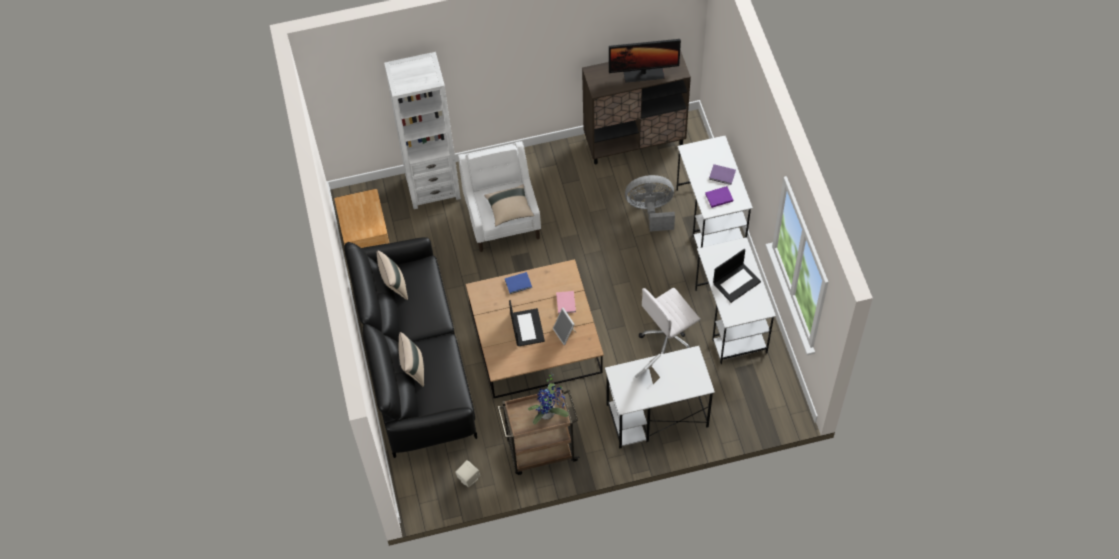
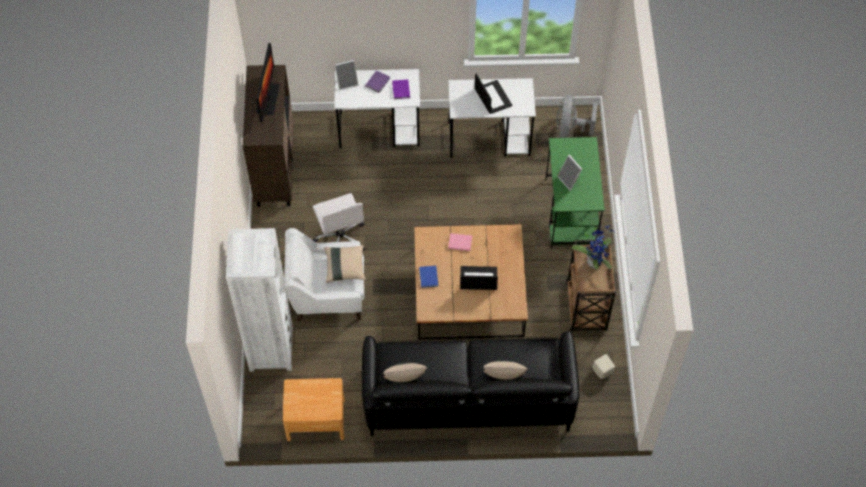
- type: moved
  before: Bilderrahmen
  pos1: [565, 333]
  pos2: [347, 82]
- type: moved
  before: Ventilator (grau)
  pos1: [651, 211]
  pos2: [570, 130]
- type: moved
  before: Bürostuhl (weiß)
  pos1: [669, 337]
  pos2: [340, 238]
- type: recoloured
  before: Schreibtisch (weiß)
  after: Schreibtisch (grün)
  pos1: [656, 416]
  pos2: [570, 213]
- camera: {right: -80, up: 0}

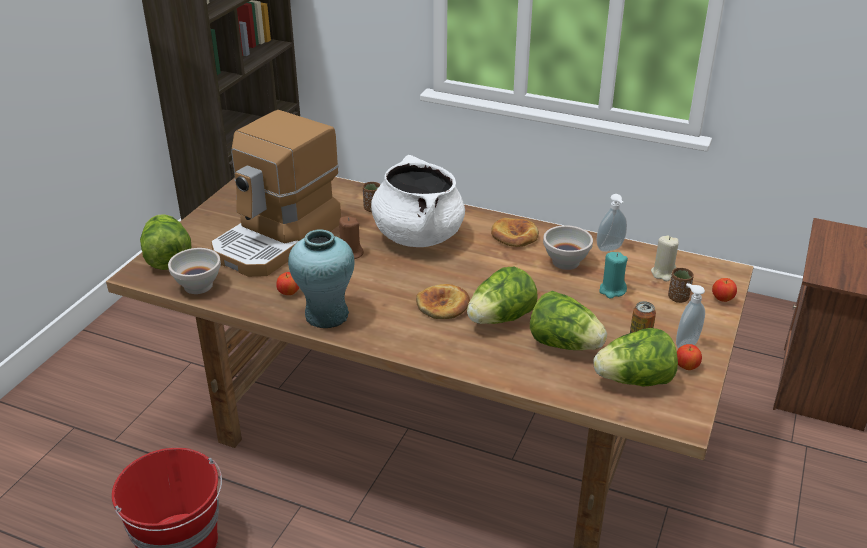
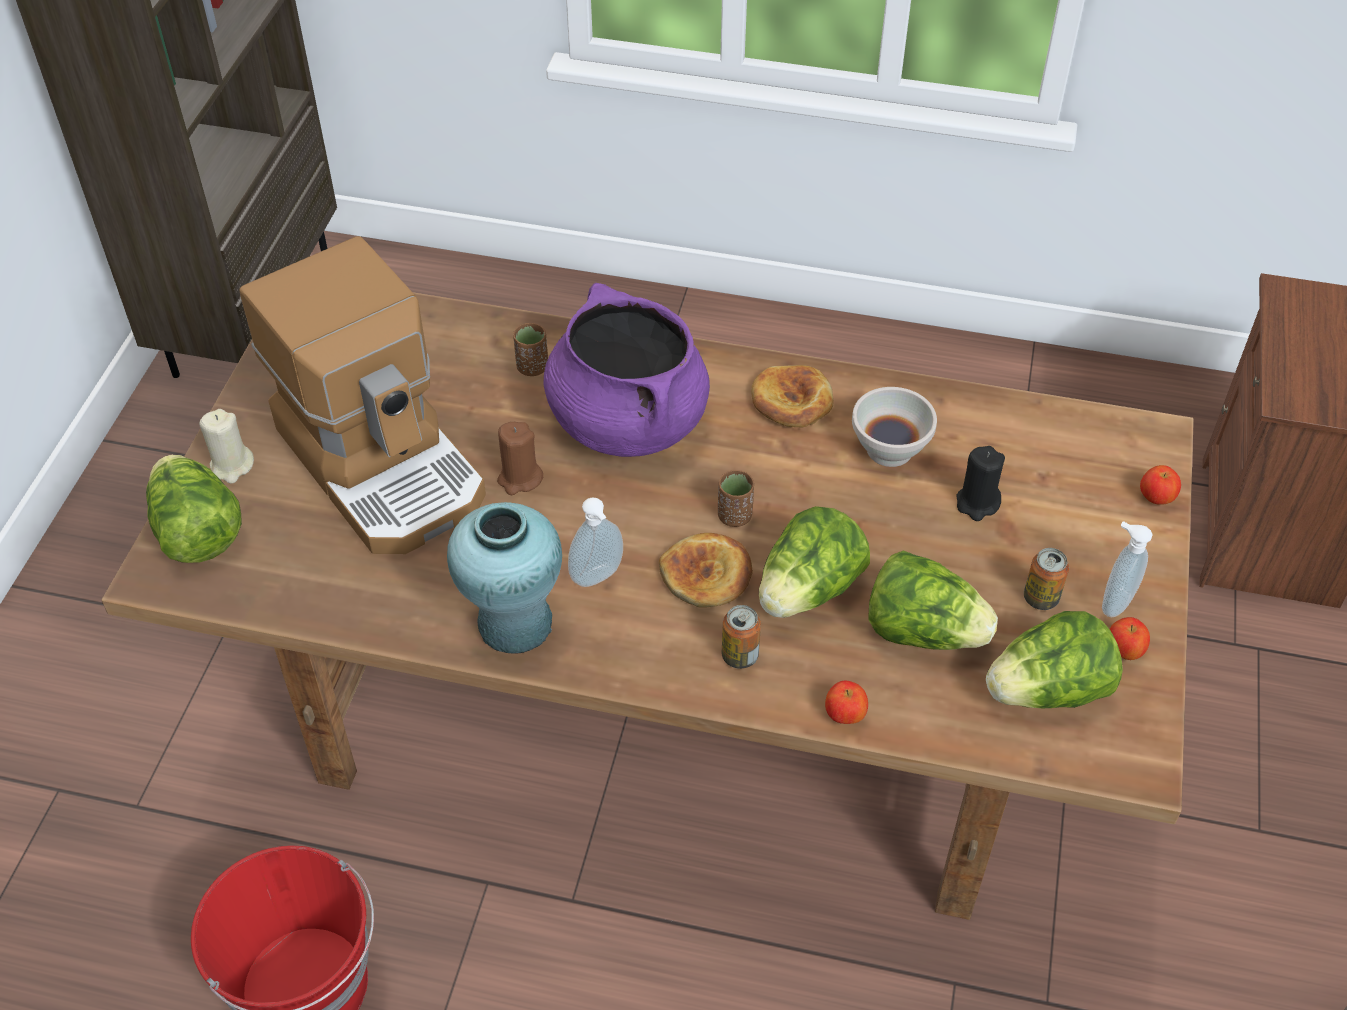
- type: removed
  before: Schüssel (weiß)
  pos1: [198, 285]
- type: added
  after: Dose
  pos2: [740, 655]
- type: moved
  before: Apfel
  pos1: [289, 293]
  pos2: [845, 715]
- type: moved
  before: Seifenspender
  pos1: [610, 249]
  pos2: [598, 578]
- type: moved
  before: Kerze (beige)
  pos1: [663, 273]
  pos2: [231, 466]
- type: moved
  before: Tasse (braun)
  pos1: [678, 298]
  pos2: [734, 516]
- type: recoloured
  before: Kochtopf (weiß)
  after: Kochtopf (lila)
  pos1: [418, 235]
  pos2: [627, 421]
- type: recoloured
  before: Kerze (türkis)
  after: Kerze (schwarz)
  pos1: [612, 290]
  pos2: [977, 503]
- type: turned
  before: Kaffeemaschine
  pos1: [278, 240]
  pos2: [384, 463]
  turn: -60
- camera: {right: -10, up: 15}

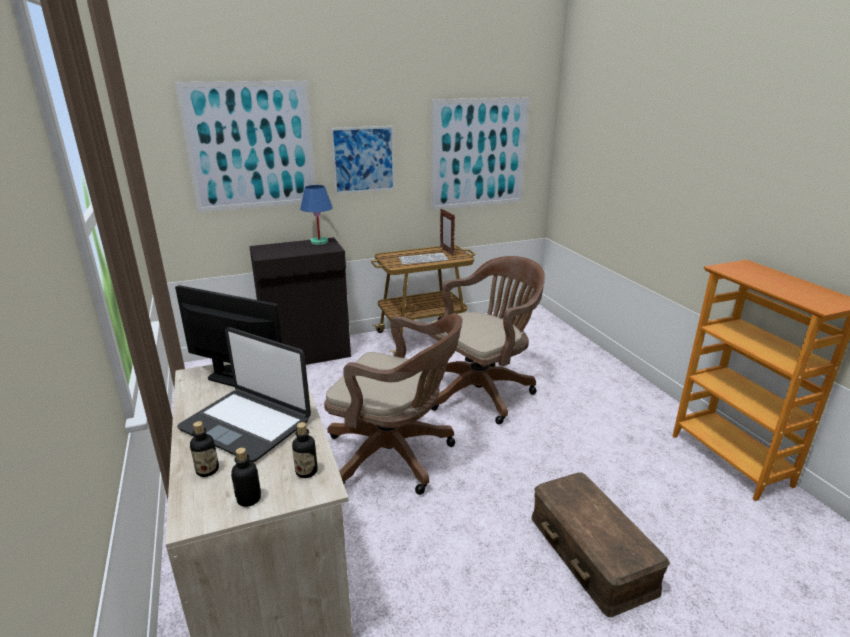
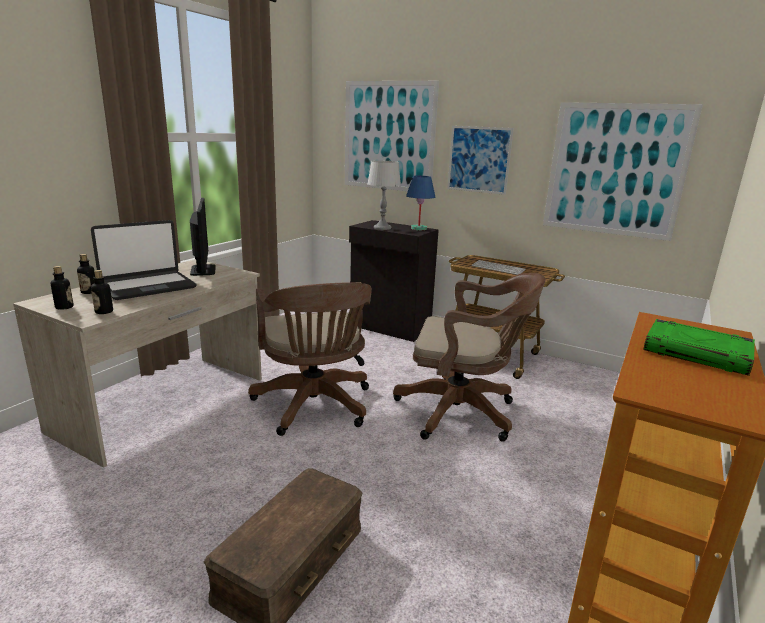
- type: removed
  before: Bilderrahmen
  pos1: [447, 251]
- type: added
  after: Tischlampe (grau)
  pos2: [382, 228]
- type: added
  after: Buch (grün)
  pos2: [697, 353]
- type: turned
  before: Laptop
  pos1: [247, 424]
  pos2: [148, 286]
  turn: -120
- camera: {right: 50, up: -5}

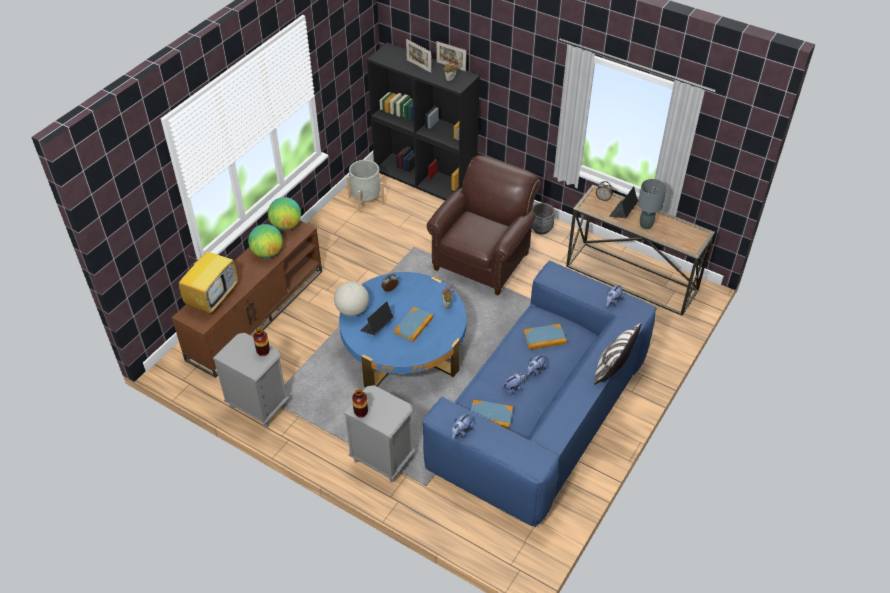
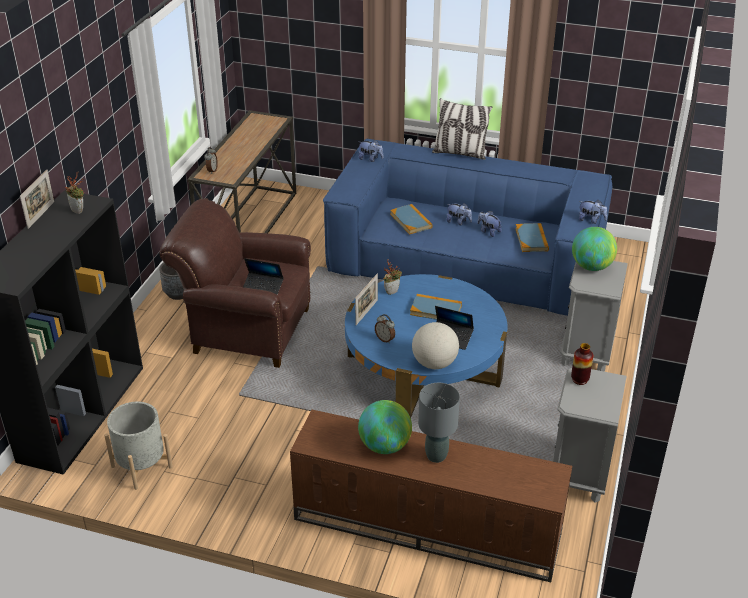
- type: removed
  before: Fernseher
  pos1: [212, 297]
- type: removed
  before: Vase
  pos1: [361, 412]
- type: moved
  before: Globus
  pos1: [286, 225]
  pos2: [591, 266]
- type: moved
  before: Bilderrahmen
  pos1: [418, 66]
  pos2: [366, 312]
- type: moved
  before: Laptop
  pos1: [623, 211]
  pos2: [262, 288]
- type: moved
  before: Tischlampe (grau)
  pos1: [646, 225]
  pos2: [436, 455]
- camera: {right: -105, up: -10}

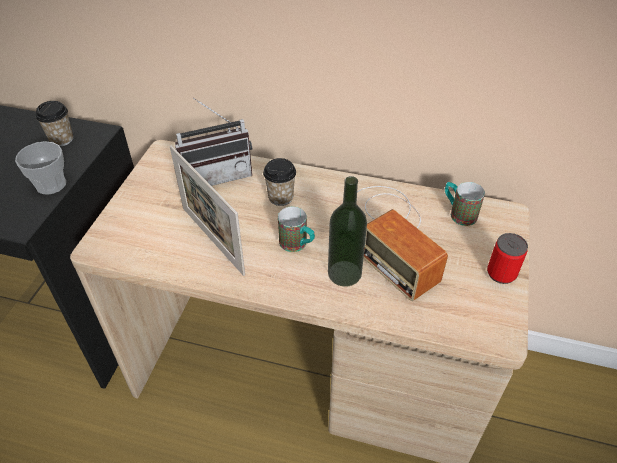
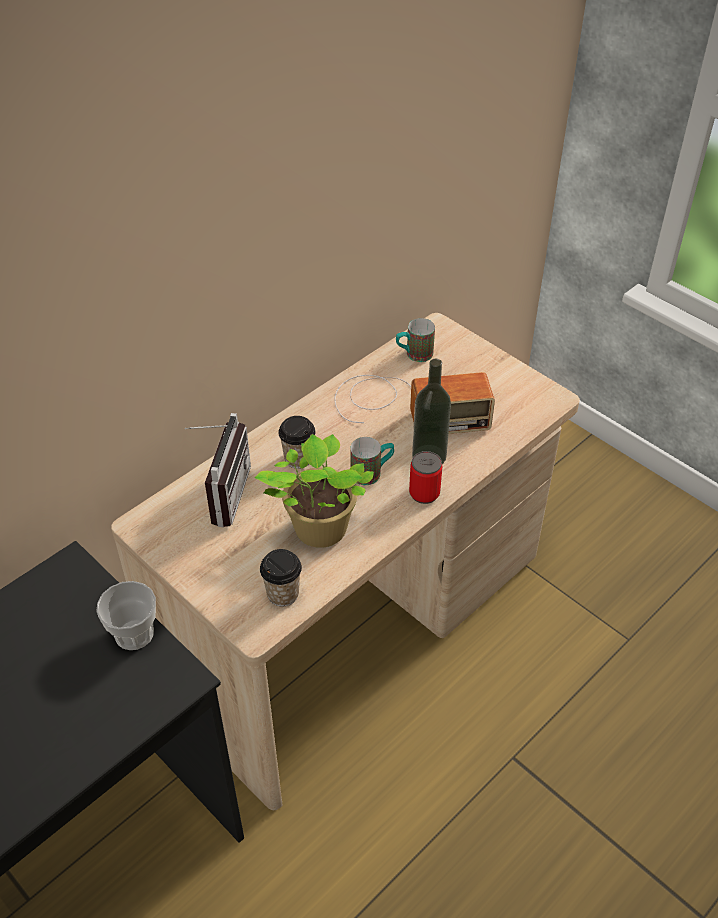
- type: moved
  before: Tasse
  pos1: [61, 139]
  pos2: [283, 594]
- type: moved
  before: Dose
  pos1: [501, 273]
  pos2: [424, 493]
- type: replaced
  before: Bilderrahmen
  after: Topfpflanze
  pos1: [212, 240]
  pos2: [318, 531]
- camera: {right: -60, up: 0}

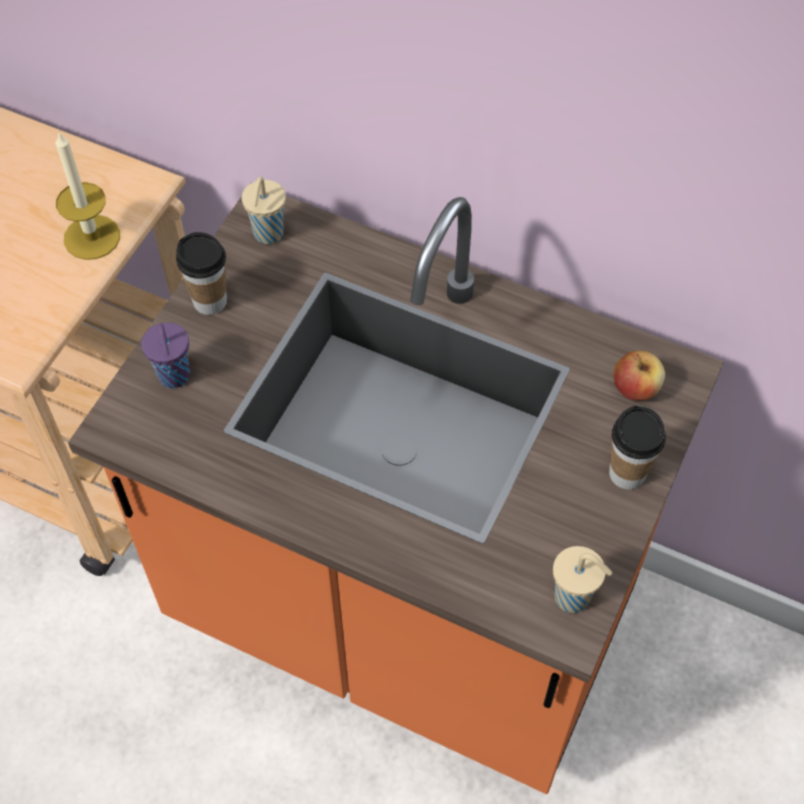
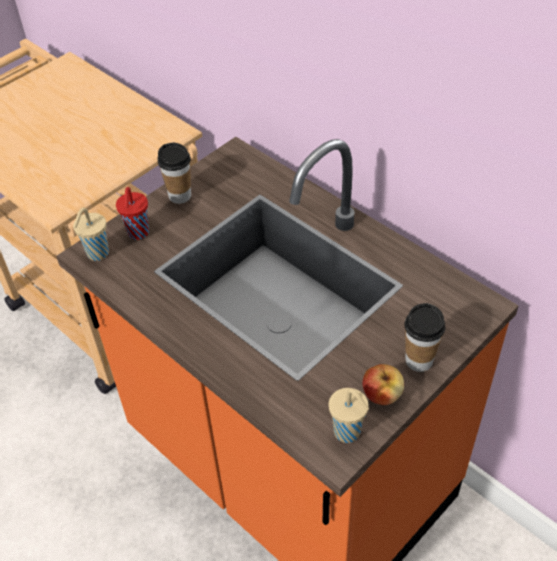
- type: removed
  before: Kerze
  pos1: [92, 237]
- type: moved
  before: Tasse (beige)
  pos1: [267, 235]
  pos2: [97, 254]
- type: moved
  before: Apfel
  pos1: [635, 388]
  pos2: [382, 395]
- type: recoloured
  before: Tasse (lila)
  after: Tasse (rot)
  pos1: [174, 377]
  pos2: [138, 233]
- camera: {right: 20, up: -10}

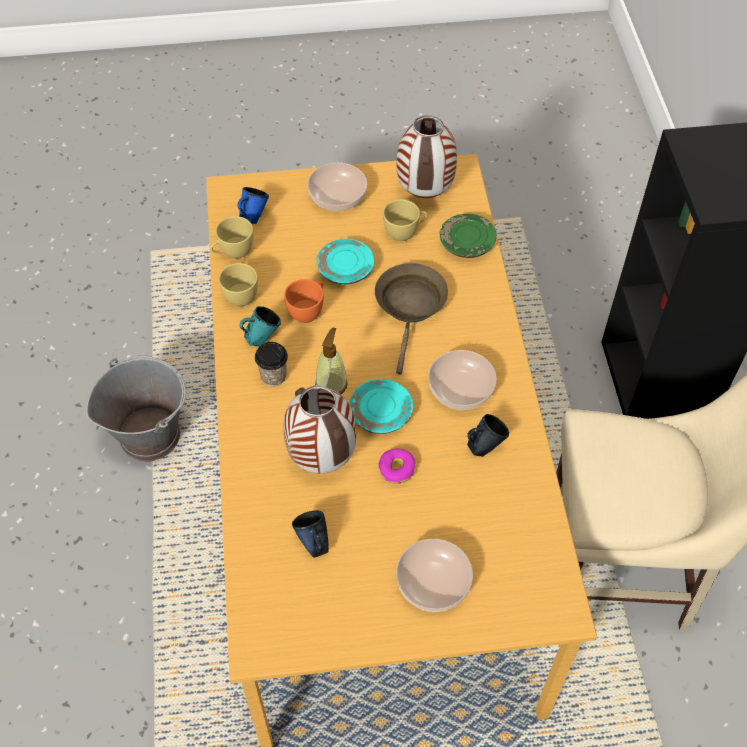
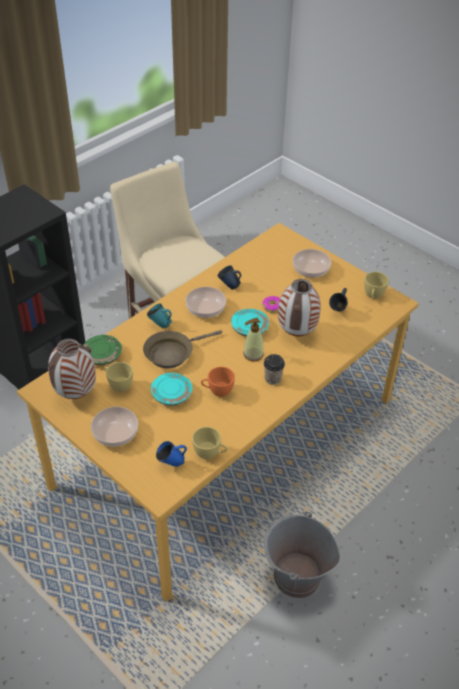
- type: moved
  before: Tasse (gelb)
  pos1: [239, 295]
  pos2: [373, 296]
- type: moved
  before: Henkelbecher (türkis)
  pos1: [262, 338]
  pos2: [160, 325]
- camera: {right: -130, up: -10}

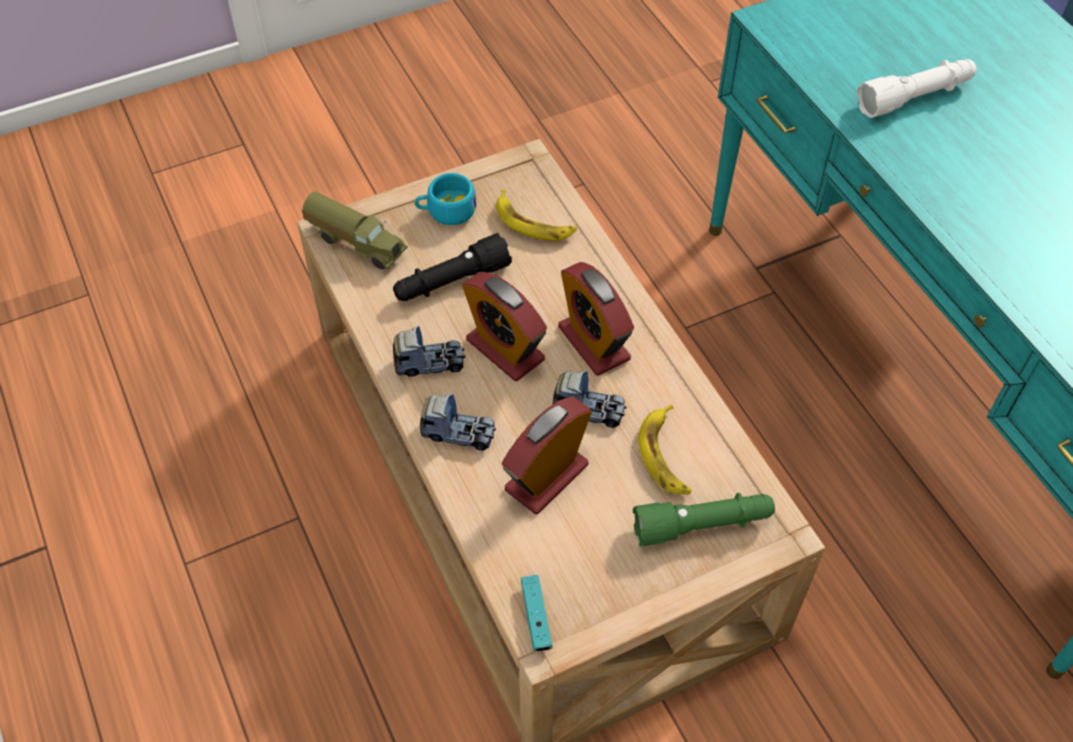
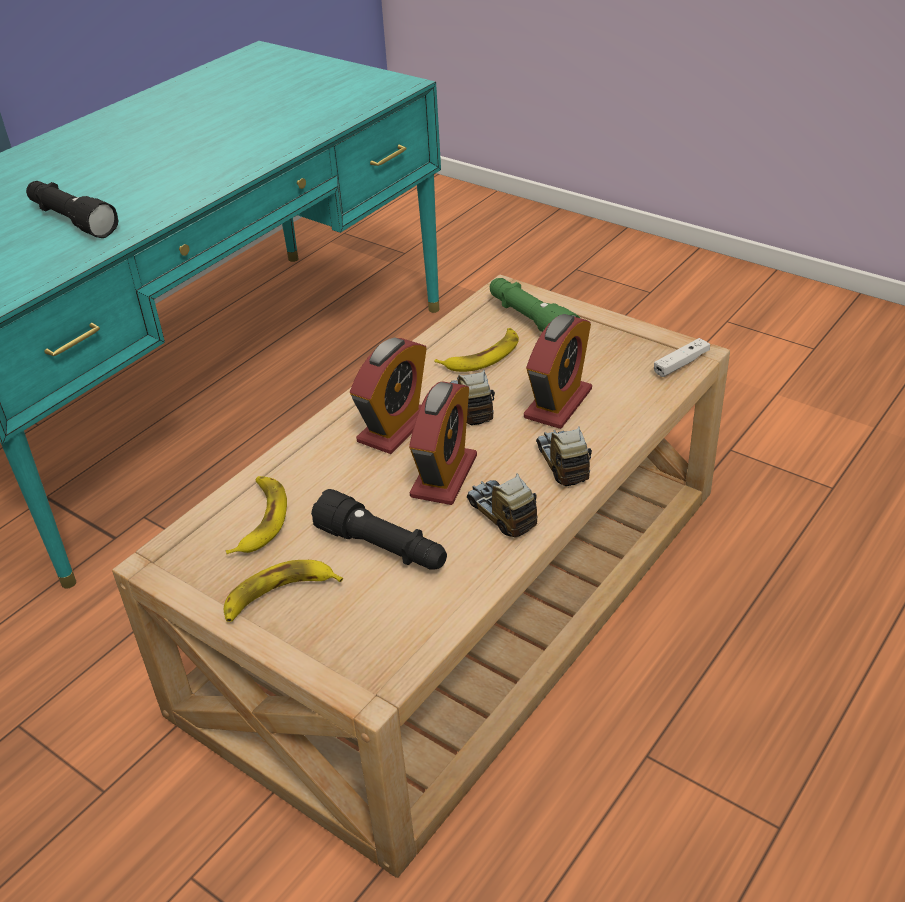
- type: removed
  before: Spielzeuglaster
  pos1: [357, 242]
- type: replaced
  before: Tasse (türkis)
  after: Banane
  pos1: [446, 211]
  pos2: [279, 595]
- type: recoloured
  before: Gamepad (türkis)
  after: Gamepad (weiß)
  pos1: [536, 617]
  pos2: [681, 363]
- type: recoloured
  before: Taschenlampe (weiß)
  after: Taschenlampe (schwarz)
  pos1: [915, 97]
  pos2: [71, 220]
- type: turned
  before: Wecker
  pos1: [546, 477]
  pos2: [558, 404]
  turn: -75
- camera: {right: -115, up: -15}

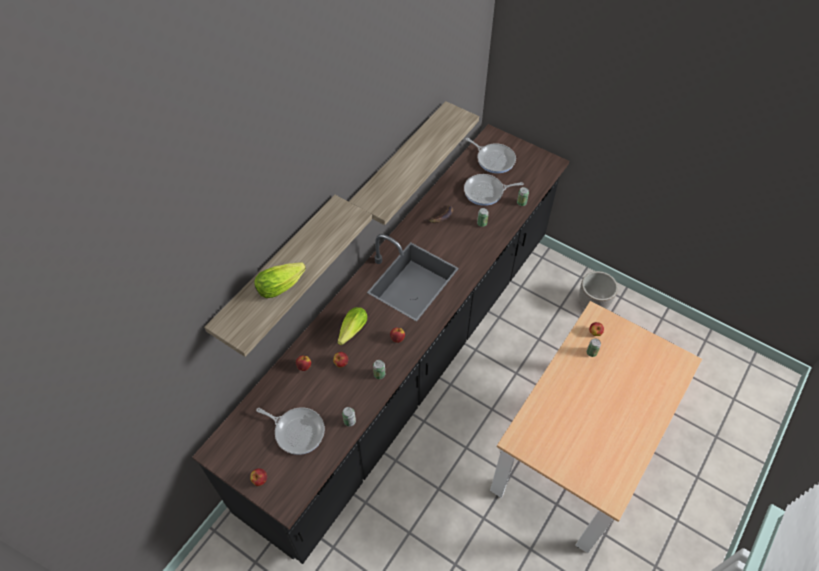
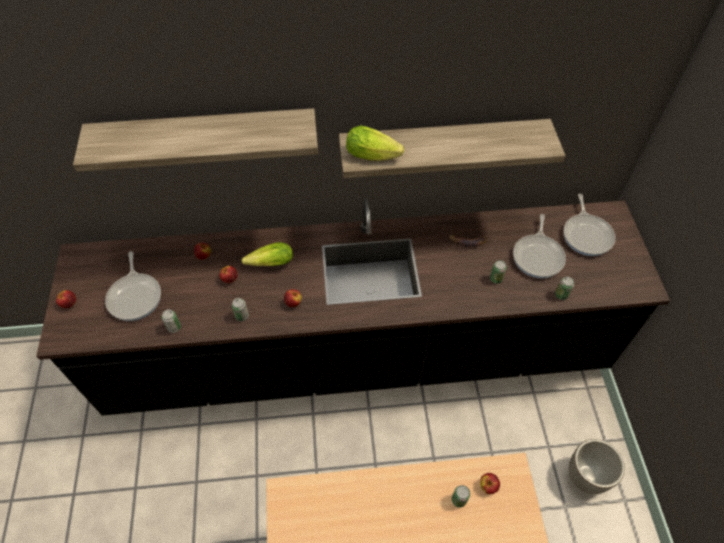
- type: moved
  before: Salatkopf
  pos1: [283, 285]
  pos2: [375, 155]
- type: turned
  before: Pfanne
  pos1: [486, 192]
  pos2: [538, 256]
  turn: -120
- camera: {right: 50, up: 0}

